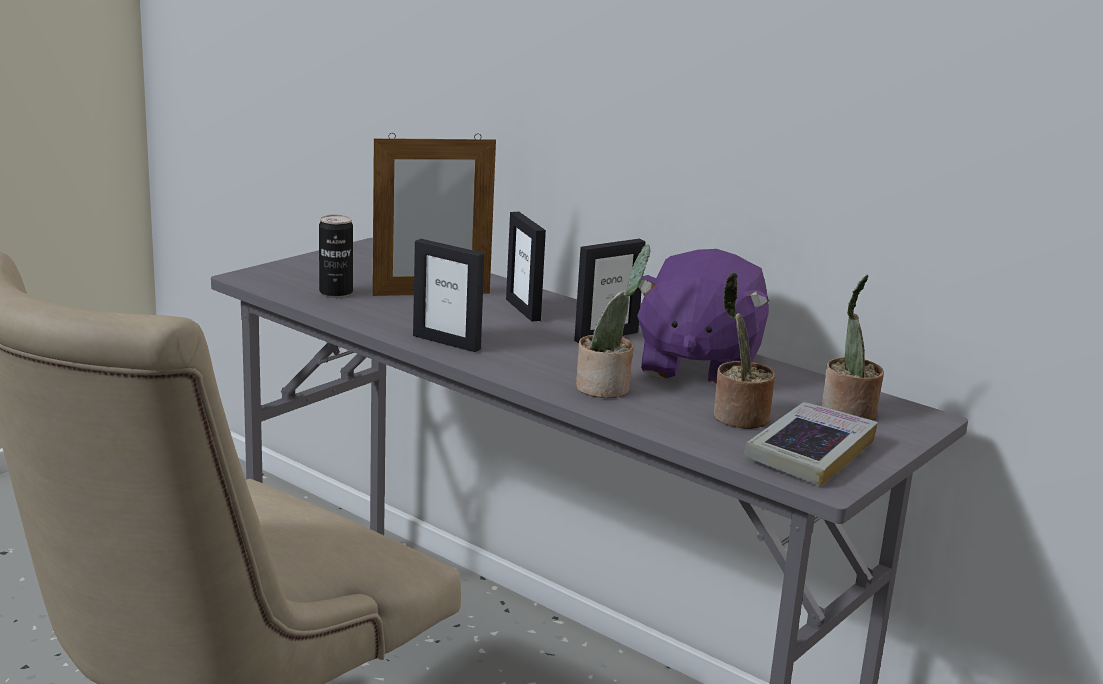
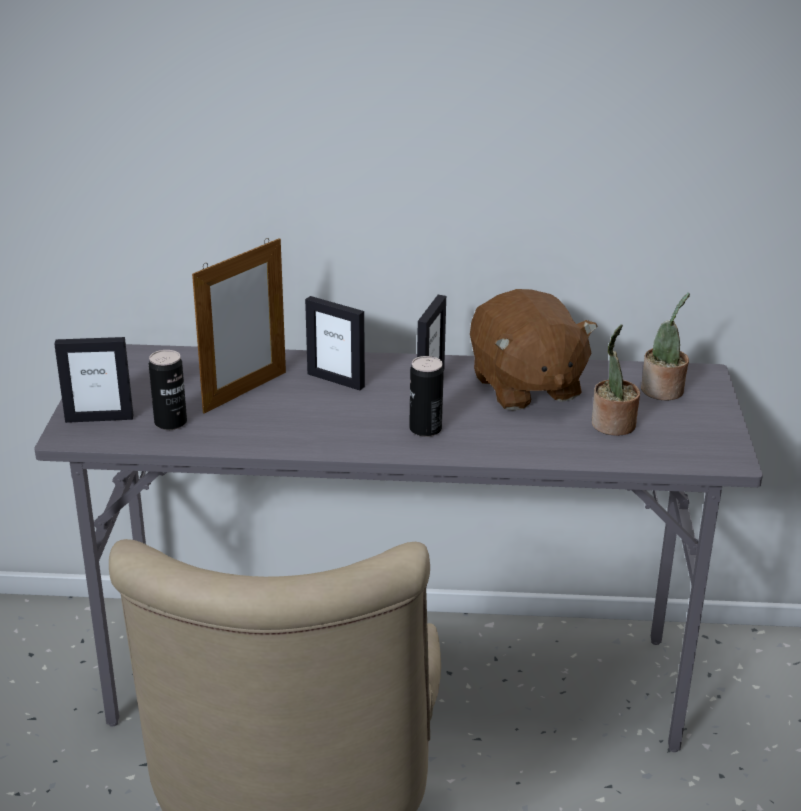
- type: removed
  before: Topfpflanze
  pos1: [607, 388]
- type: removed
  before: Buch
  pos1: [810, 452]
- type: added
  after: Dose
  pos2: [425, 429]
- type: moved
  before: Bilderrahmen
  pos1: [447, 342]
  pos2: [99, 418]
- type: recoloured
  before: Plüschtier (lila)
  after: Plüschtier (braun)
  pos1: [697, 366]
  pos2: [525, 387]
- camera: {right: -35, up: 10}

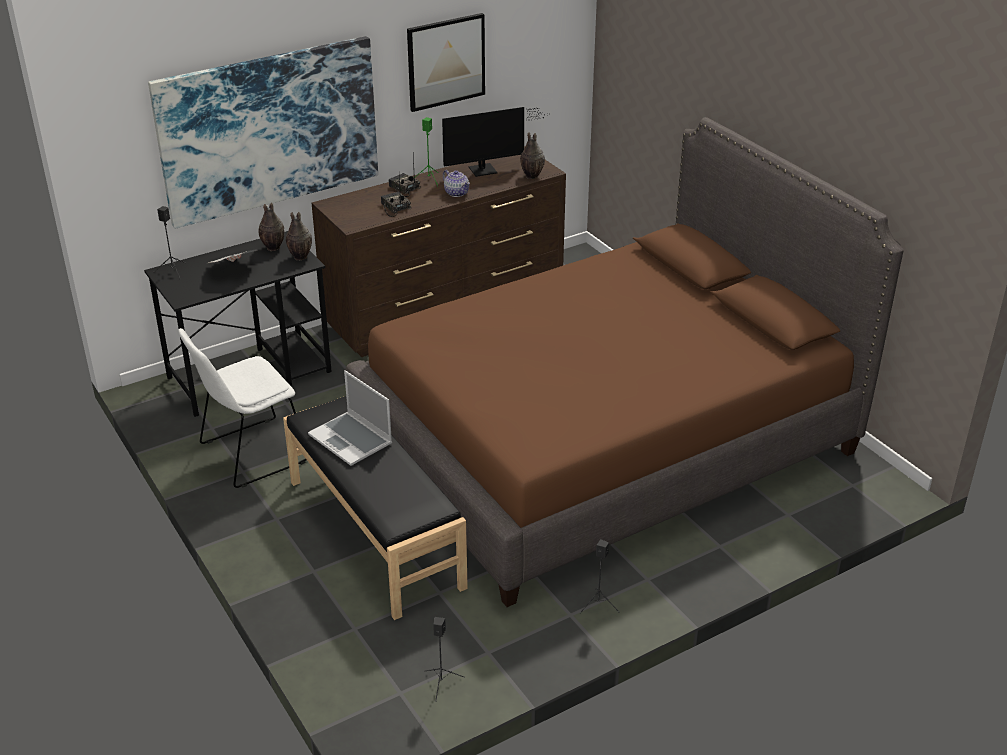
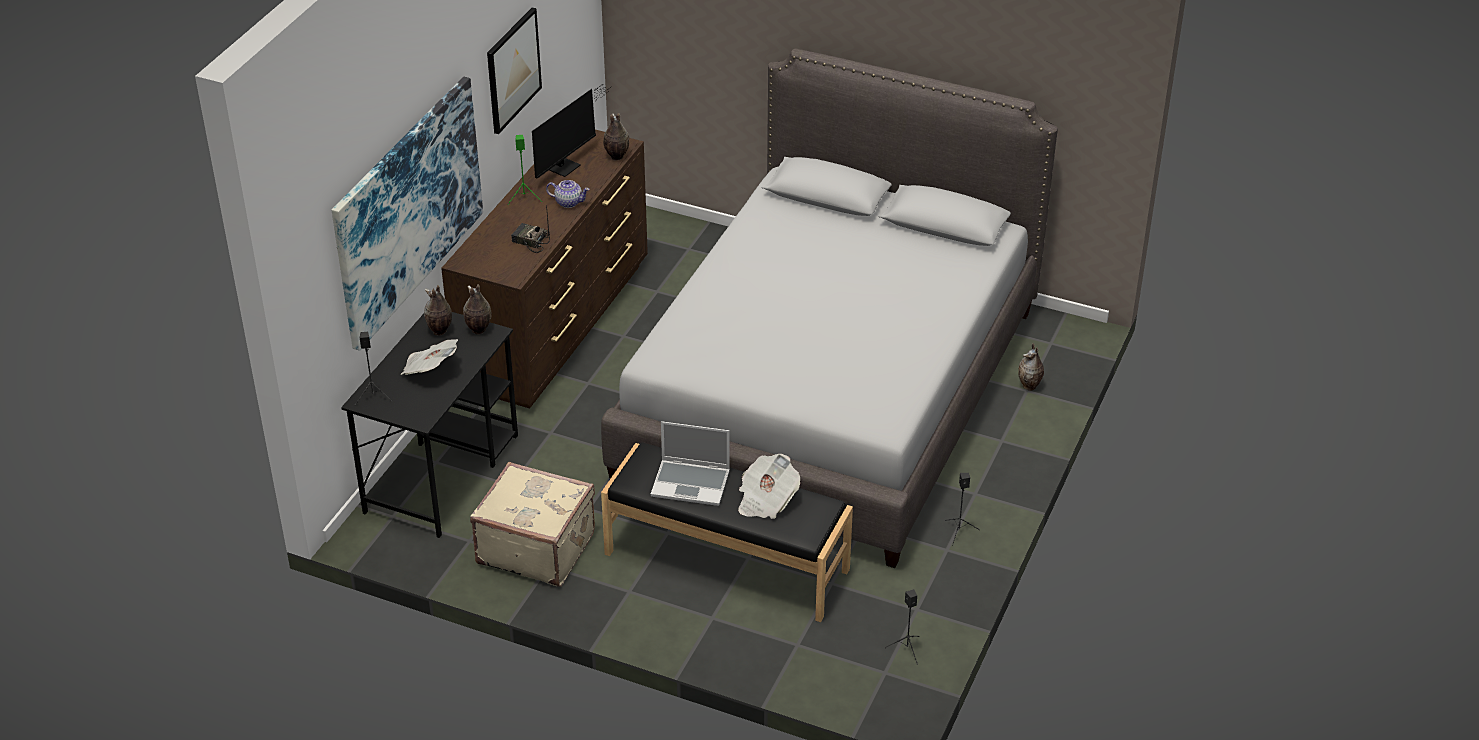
- type: removed
  before: Radio
  pos1: [403, 189]
- type: added
  after: Zeitung
  pos2: [766, 500]
- type: added
  after: Vase
  pos2: [1030, 386]
- type: replaced
  before: Stuhl (weiß)
  after: Koffer (beige)
  pos1: [250, 454]
  pos2: [536, 547]
- type: recoloured
  before: Bett (braun)
  after: Bett (grau)
  pos1: [605, 442]
  pos2: [830, 393]
- camera: {right: -35, up: 5}

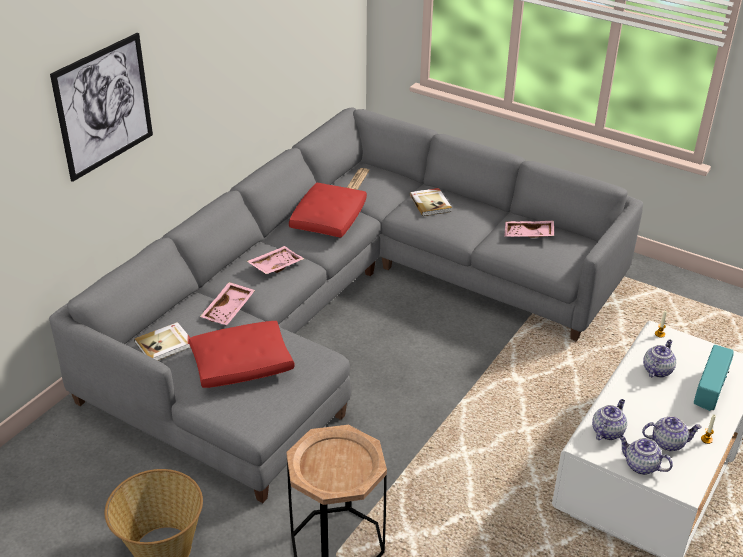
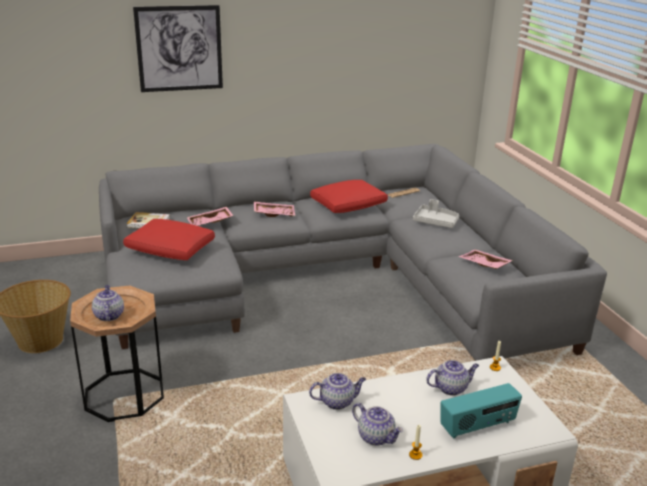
- type: moved
  before: Teekanne
  pos1: [640, 466]
  pos2: [108, 315]
- type: replaced
  before: Buch
  after: Tablett (grau)
  pos1: [431, 203]
  pos2: [435, 222]
- camera: {right: 40, up: -10}

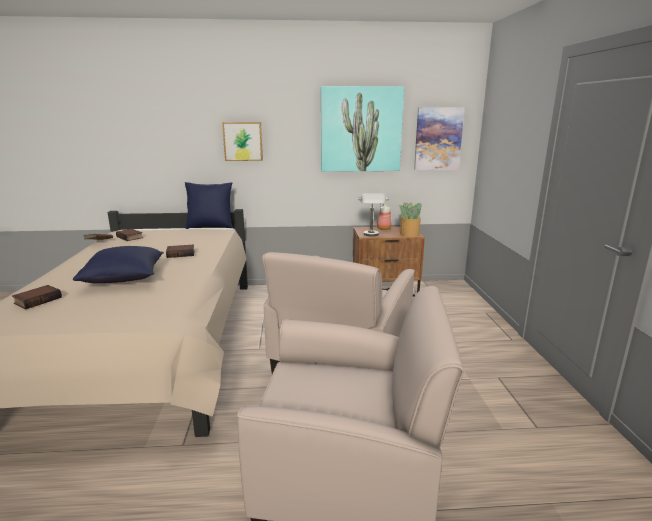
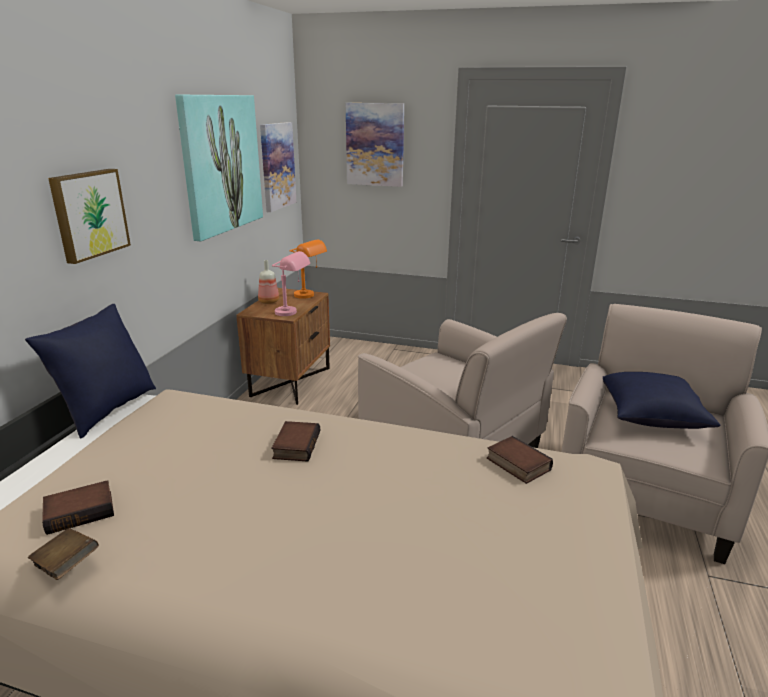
- type: added
  after: Bild
  pos2: [375, 145]
- type: moved
  before: Buch
  pos1: [38, 300]
  pos2: [516, 464]
- type: moved
  before: Kissen (blau)
  pos1: [125, 279]
  pos2: [651, 416]
- type: replaced
  before: Topfpflanze
  after: Tischlampe (orange)
  pos1: [409, 234]
  pos2: [310, 296]
- type: recoloured
  before: Tischlampe (grau)
  after: Tischlampe (rosa)
  pos1: [372, 235]
  pos2: [293, 313]
- camera: {right: -70, up: 5}

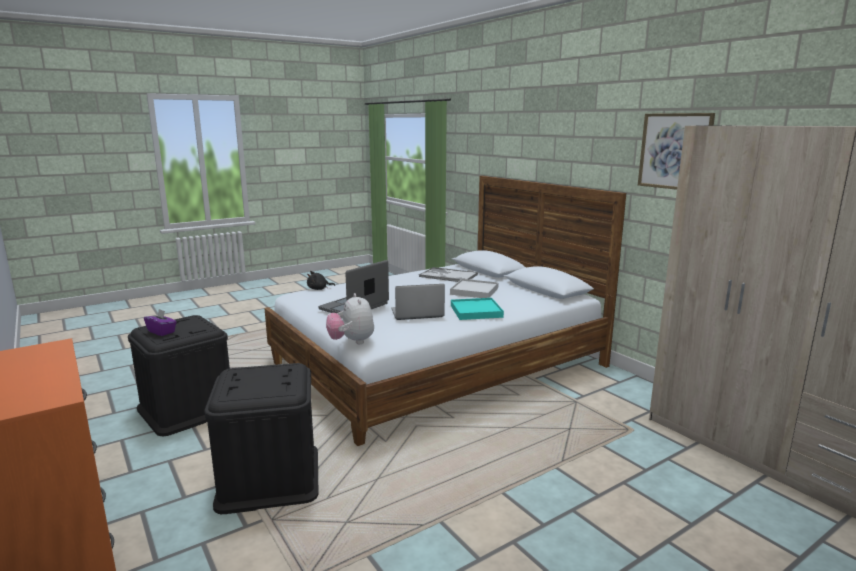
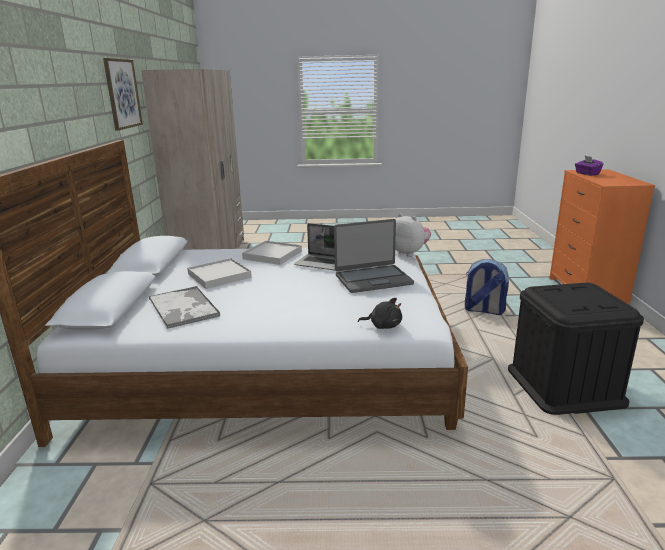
- type: moved
  before: Taschentuchbox (lila)
  pos1: [162, 332]
  pos2: [587, 174]
- type: replaced
  before: Aufbewahrungsbox (schwarz)
  after: Rucksack
  pos1: [269, 478]
  pos2: [483, 310]
- type: recoloured
  before: Tablett (türkis)
  after: Tablett (weiß)
  pos1: [476, 311]
  pos2: [272, 255]
- type: turned
  before: Plüschtier
  pos1: [351, 342]
  pos2: [409, 253]
  turn: -60
- camera: {right: -145, up: 5}

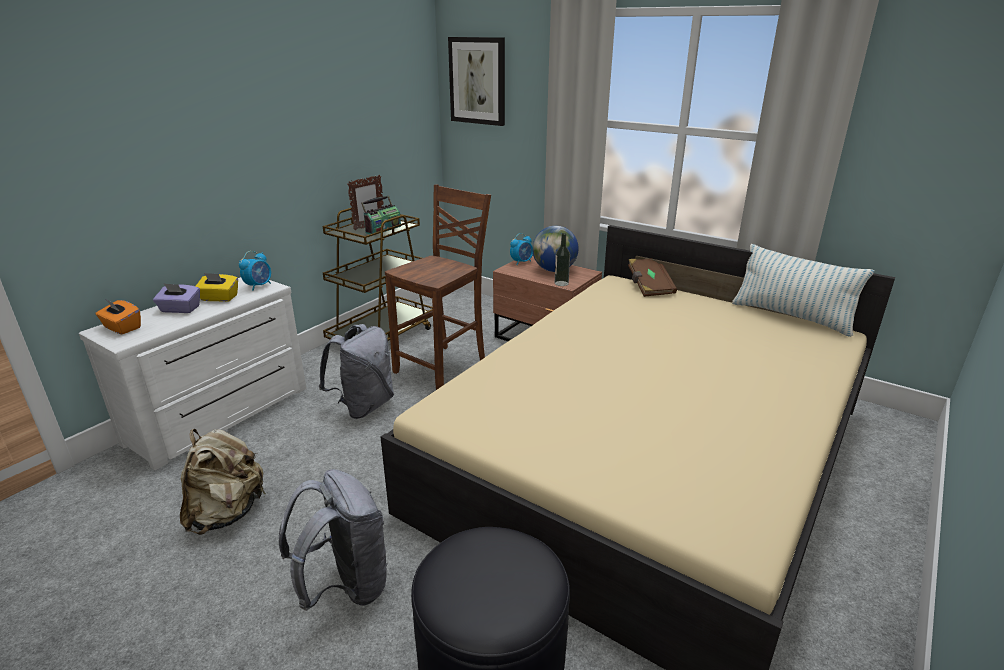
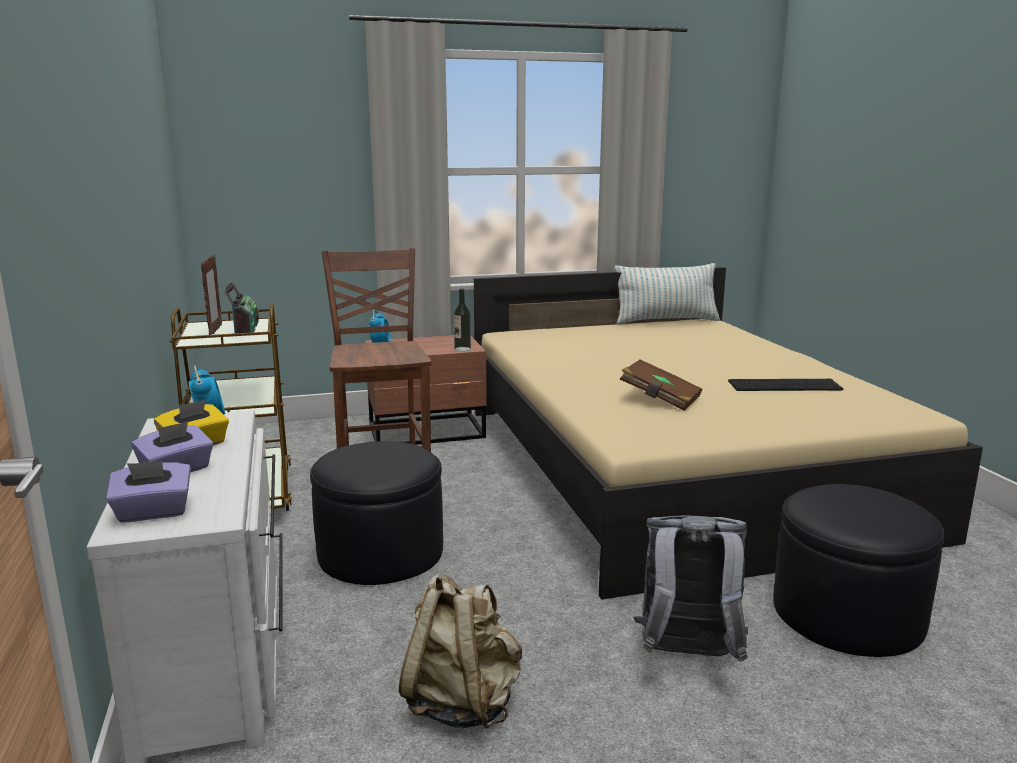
- type: removed
  before: Bild
  pos1: [477, 81]
- type: removed
  before: Globus
  pos1: [554, 270]
- type: added
  after: Tastatur
  pos2: [785, 385]
- type: moved
  before: Buch (braun)
  pos1: [649, 287]
  pos2: [660, 399]
- type: replaced
  before: Rucksack (grau)
  after: Polsterhocker (schwarz)
  pos1: [364, 406]
  pos2: [380, 553]
- type: recoloured
  before: Taschentuchbox (orange)
  after: Taschentuchbox (lila)
  pos1: [122, 328]
  pos2: [153, 513]
- camera: {right: -50, up: -10}

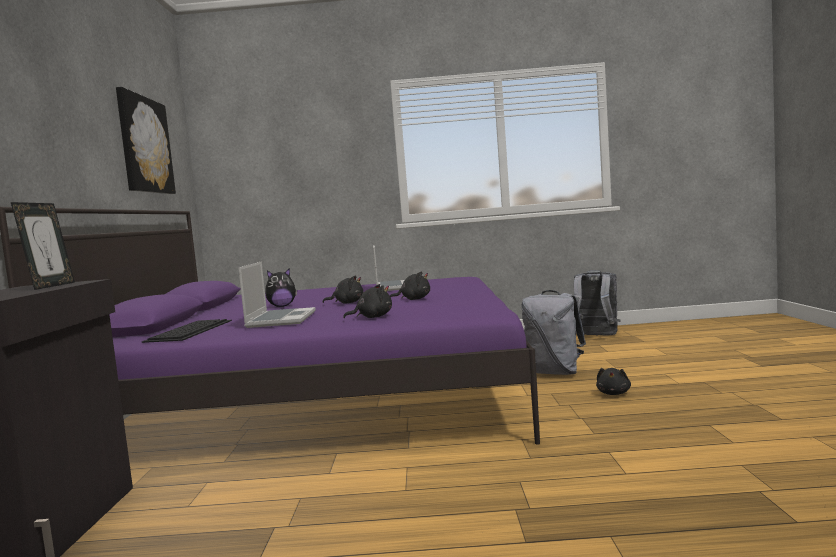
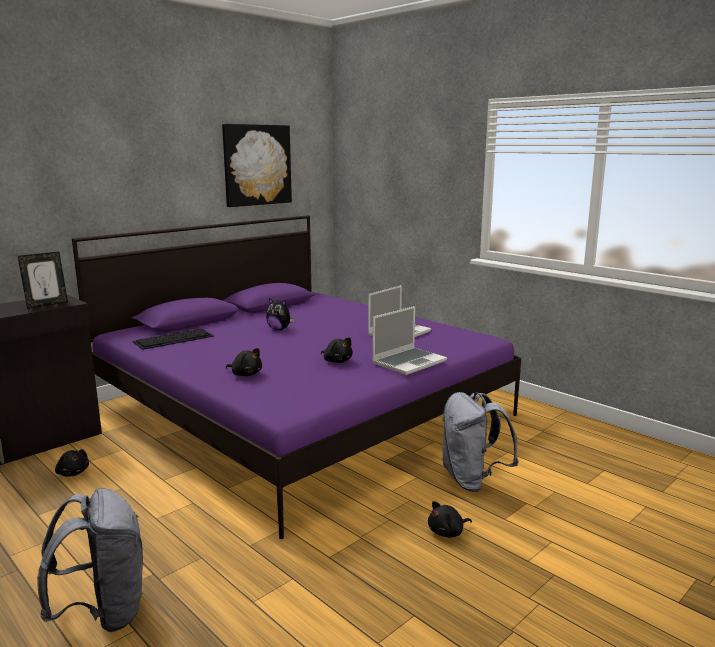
- type: moved
  before: Laptop
  pos1: [280, 319]
  pos2: [409, 362]
- type: moved
  before: Plüschtier (schwarz)
  pos1: [347, 303]
  pos2: [73, 473]
- type: moved
  before: Rucksack (grau)
  pos1: [596, 336]
  pos2: [103, 612]
- camera: {right: 45, up: 10}

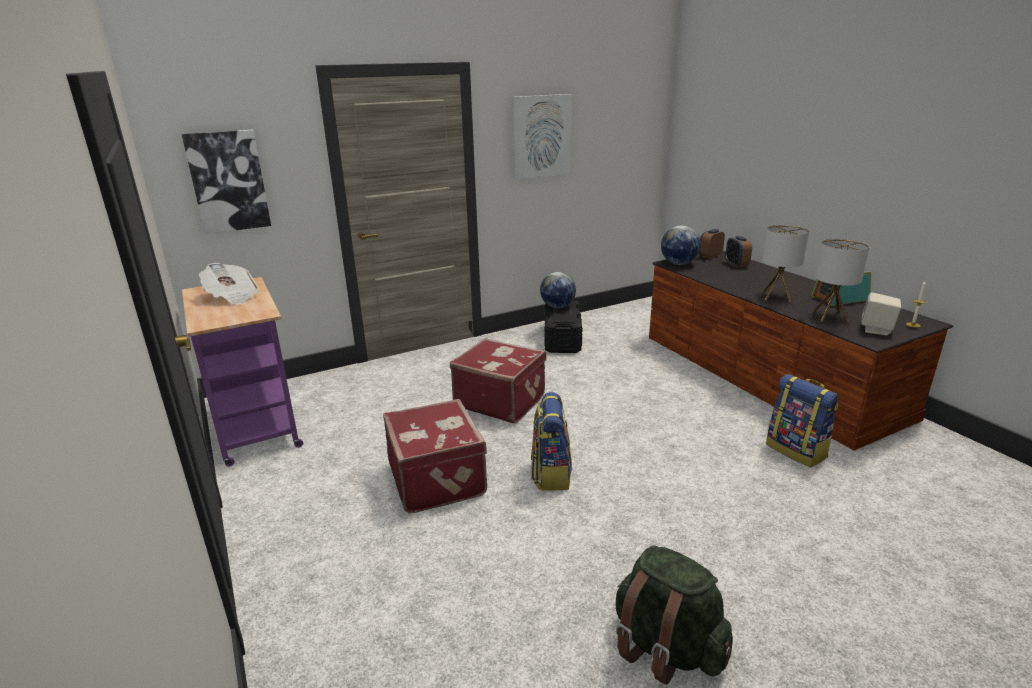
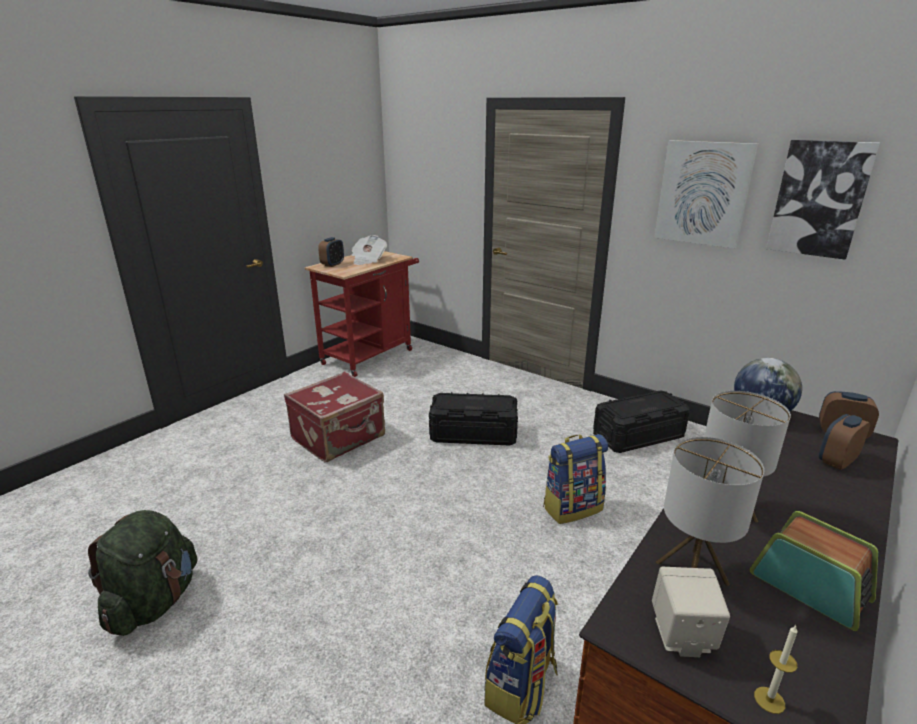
- type: removed
  before: Globus
  pos1: [557, 307]
- type: added
  after: Wecker
  pos2: [332, 264]
- type: moved
  before: Bild
  pos1: [228, 181]
  pos2: [819, 199]
- type: moved
  before: Rucksack
  pos1: [550, 473]
  pos2: [572, 507]
- type: replaced
  before: Koffer (rot)
  after: Aufbewahrungsbox (schwarz)
  pos1: [500, 401]
  pos2: [473, 433]
- type: recoloured
  before: Rollwagen (lila)
  after: Rollwagen (rot)
  pos1: [255, 425]
  pos2: [371, 355]
- camera: {right: 65, up: 0}

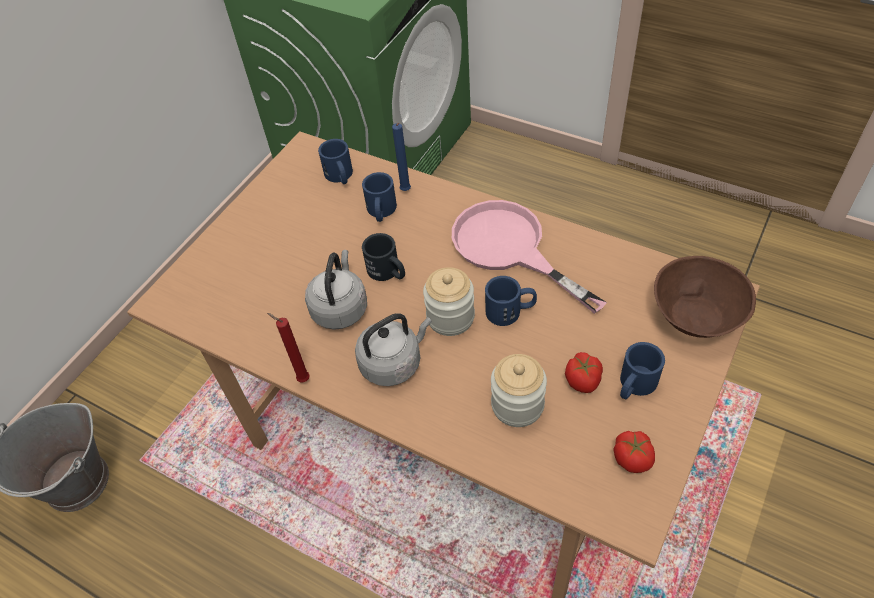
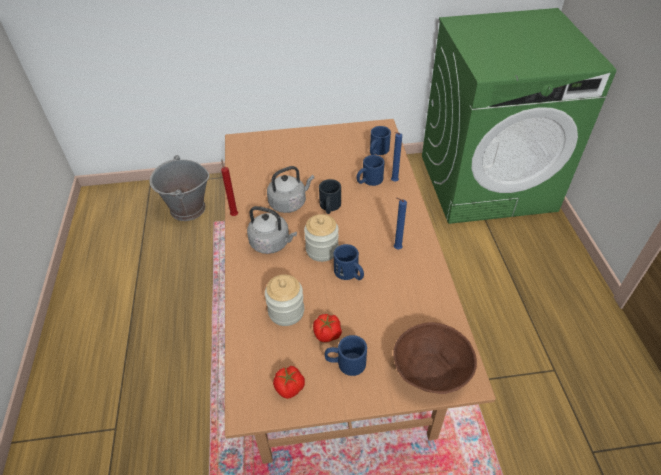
- type: replaced
  before: Pfanne (rosa)
  after: Kerze (blau)
  pos1: [509, 249]
  pos2: [396, 248]
- camera: {right: 50, up: -5}

